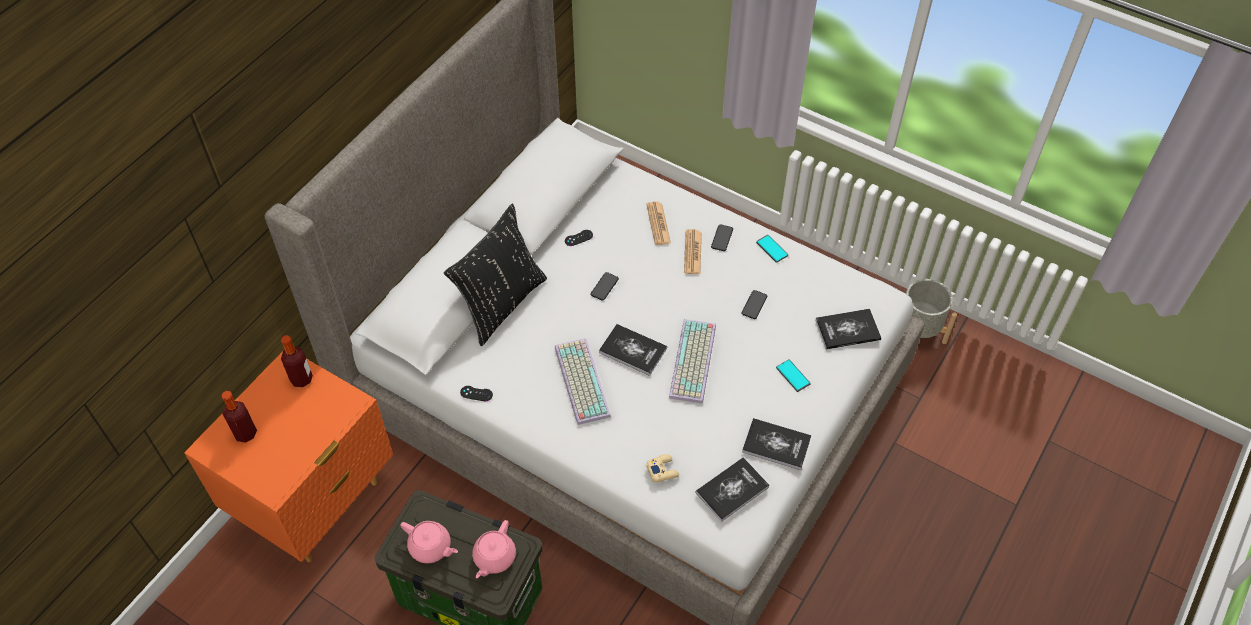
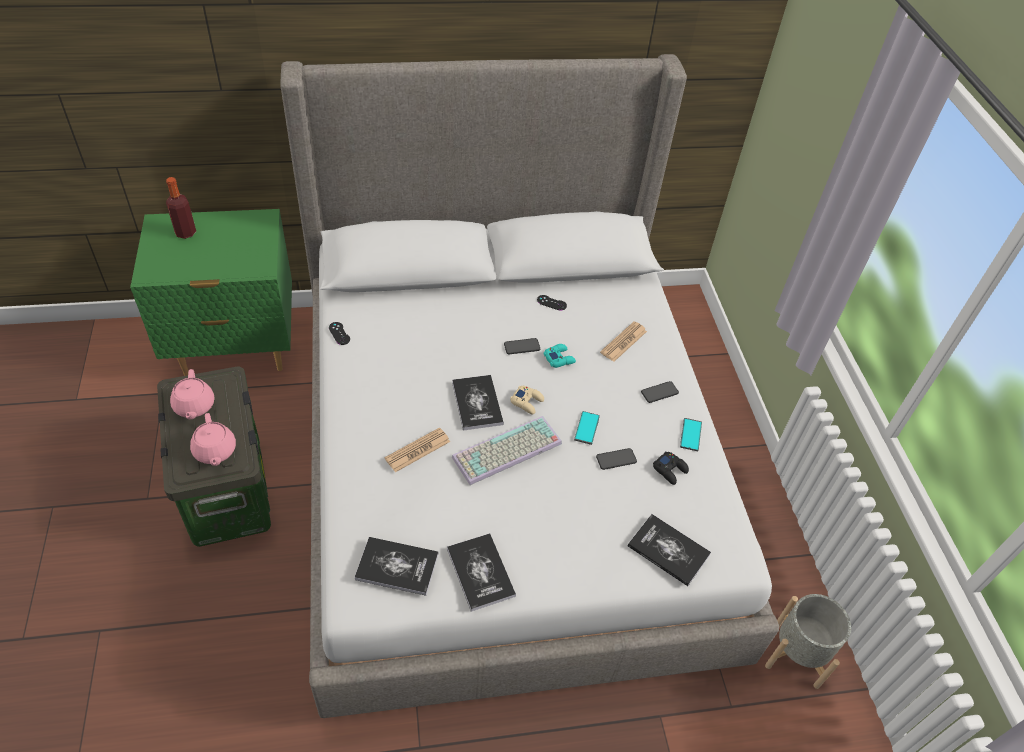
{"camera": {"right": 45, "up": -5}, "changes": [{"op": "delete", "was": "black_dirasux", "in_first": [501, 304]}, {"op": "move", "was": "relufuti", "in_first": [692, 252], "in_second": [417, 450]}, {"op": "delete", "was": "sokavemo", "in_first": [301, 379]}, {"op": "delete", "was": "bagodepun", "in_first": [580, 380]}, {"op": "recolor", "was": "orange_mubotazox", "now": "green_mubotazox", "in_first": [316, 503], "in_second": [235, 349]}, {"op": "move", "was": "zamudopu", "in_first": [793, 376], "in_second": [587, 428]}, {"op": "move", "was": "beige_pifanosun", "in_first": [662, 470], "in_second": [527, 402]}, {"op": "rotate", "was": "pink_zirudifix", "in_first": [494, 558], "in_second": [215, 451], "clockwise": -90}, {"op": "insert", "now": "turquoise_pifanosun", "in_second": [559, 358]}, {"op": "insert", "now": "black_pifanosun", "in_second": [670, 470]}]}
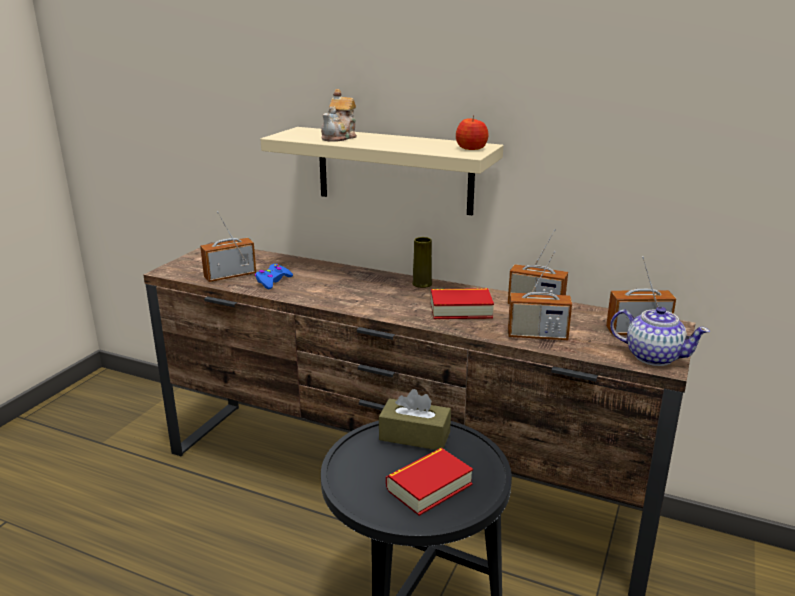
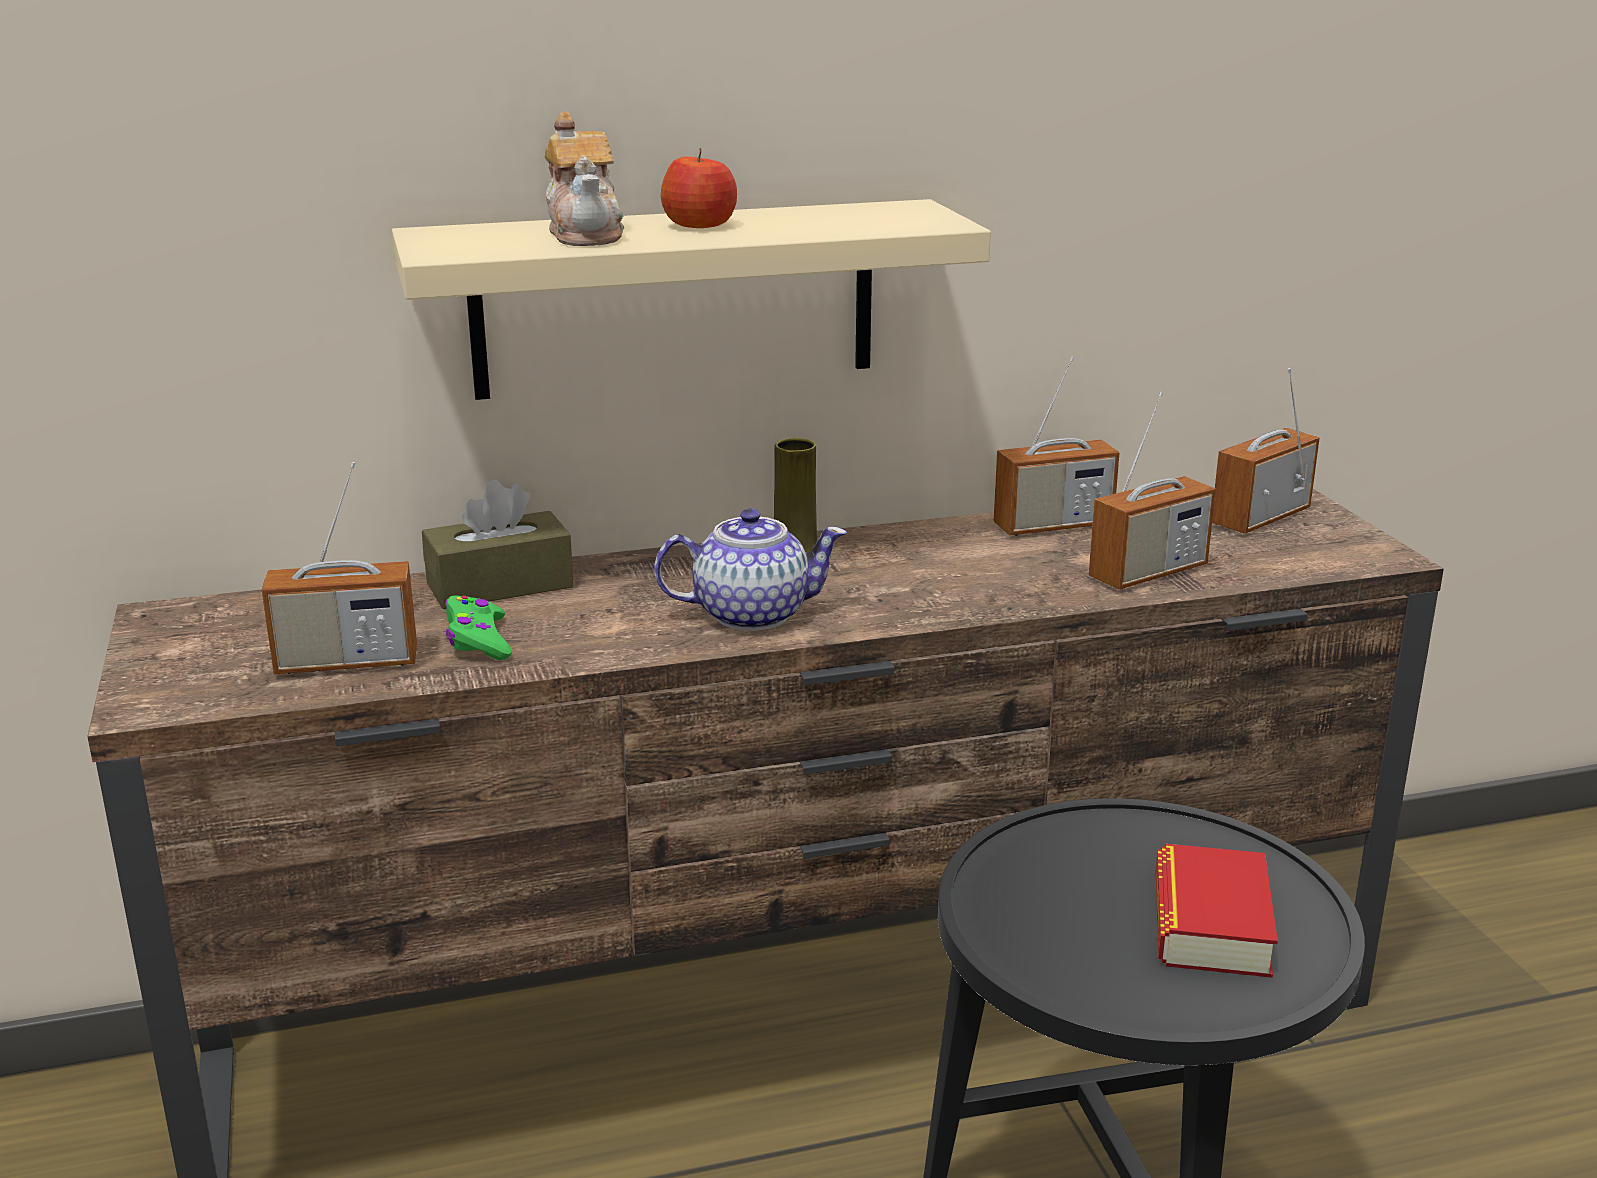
{"camera": {"right": -40, "up": 0}, "changes": [{"op": "move", "was": "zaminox", "in_first": [471, 148], "in_second": [700, 225]}, {"op": "rotate", "was": "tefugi", "in_first": [230, 276], "in_second": [347, 662], "clockwise": -120}, {"op": "recolor", "was": "blue_pifanosun", "now": "green_pifanosun", "in_first": [273, 281], "in_second": [478, 640]}, {"op": "delete", "was": "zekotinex", "in_first": [461, 310]}, {"op": "move", "was": "zirudifix", "in_first": [653, 356], "in_second": [750, 614]}, {"op": "move", "was": "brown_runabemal", "in_first": [414, 436], "in_second": [500, 585]}]}
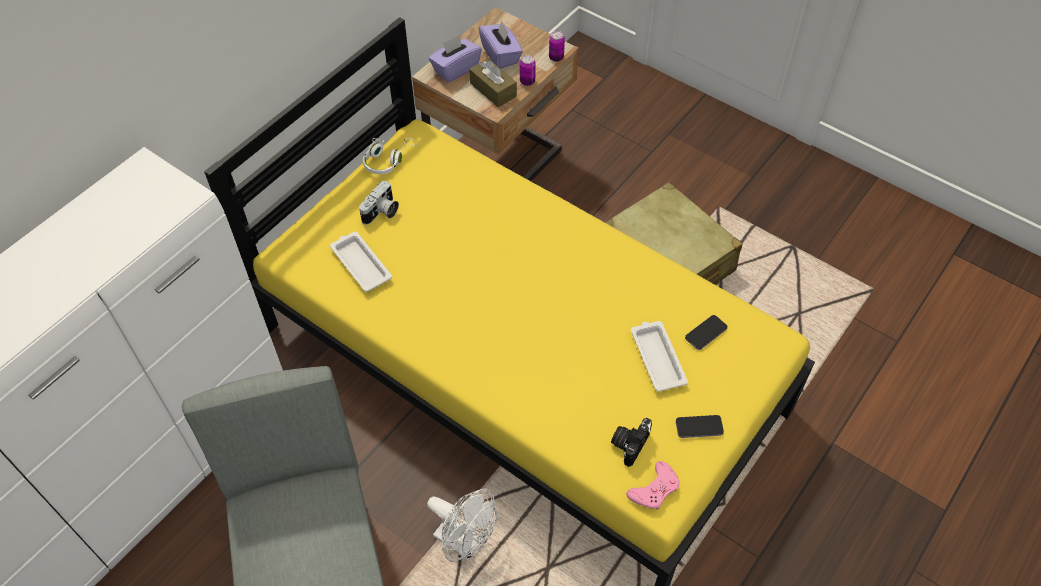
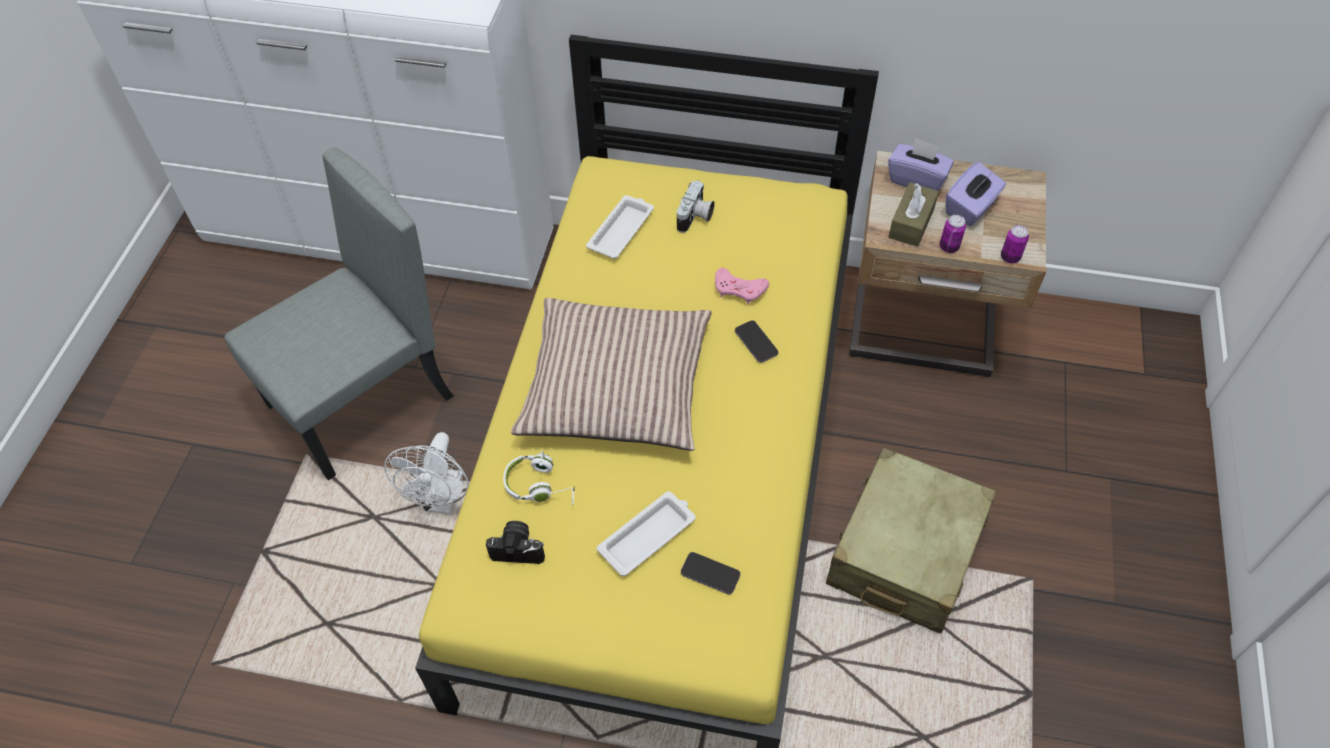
{"camera": {"right": 65, "up": 0}, "changes": [{"op": "move", "was": "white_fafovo", "in_first": [387, 160], "in_second": [540, 486]}, {"op": "rotate", "was": "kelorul", "in_first": [382, 212], "in_second": [695, 217], "clockwise": -75}, {"op": "move", "was": "zamudopu", "in_first": [699, 427], "in_second": [756, 342]}, {"op": "move", "was": "pink_pifanosun", "in_first": [654, 489], "in_second": [739, 289]}, {"op": "insert", "now": "dirasux", "in_second": [616, 386]}]}
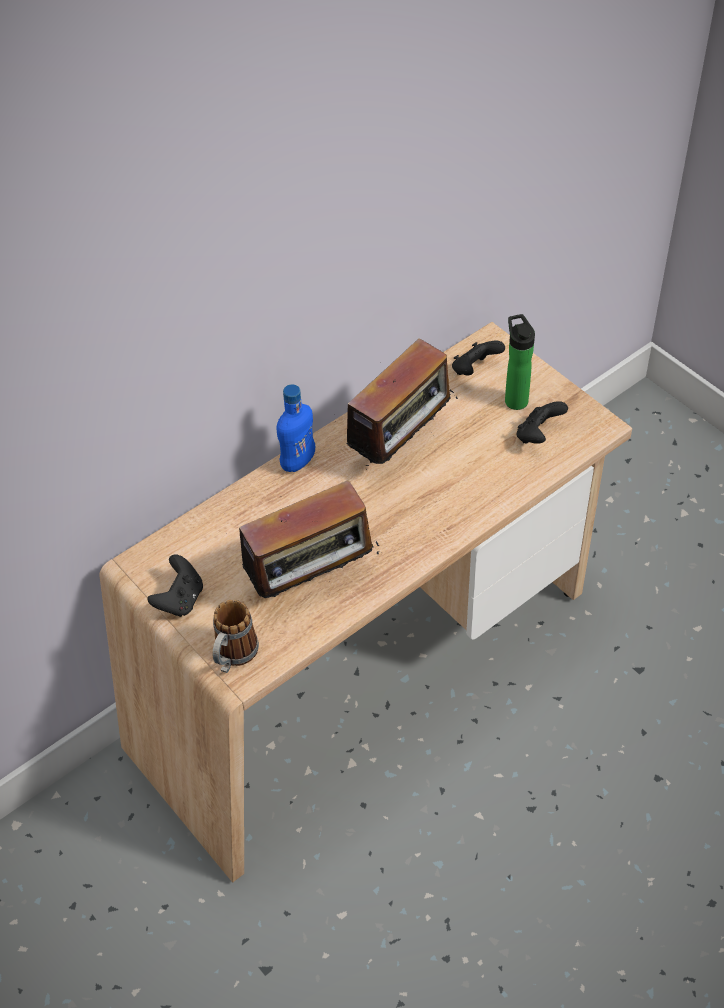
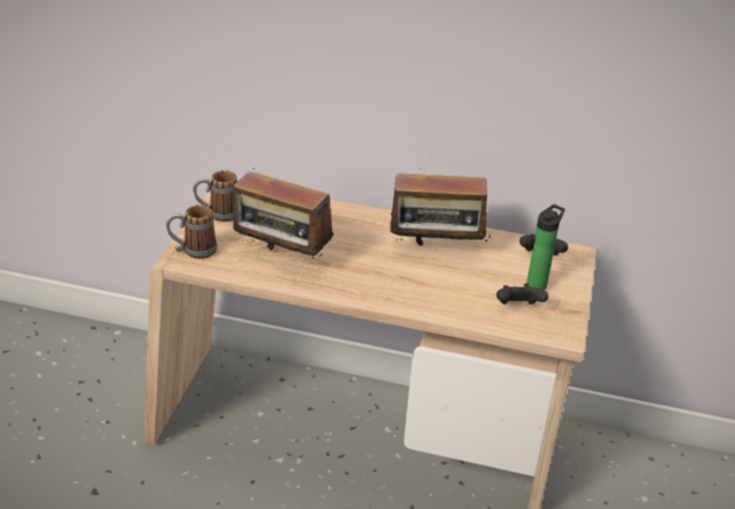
{"camera": {"right": 50, "up": -15}, "changes": [{"op": "delete", "was": "blue_sokavemo", "in_first": [298, 462]}, {"op": "replace", "was": "black_pifanosun", "now": "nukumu", "in_first": [180, 599], "in_second": [217, 214]}]}
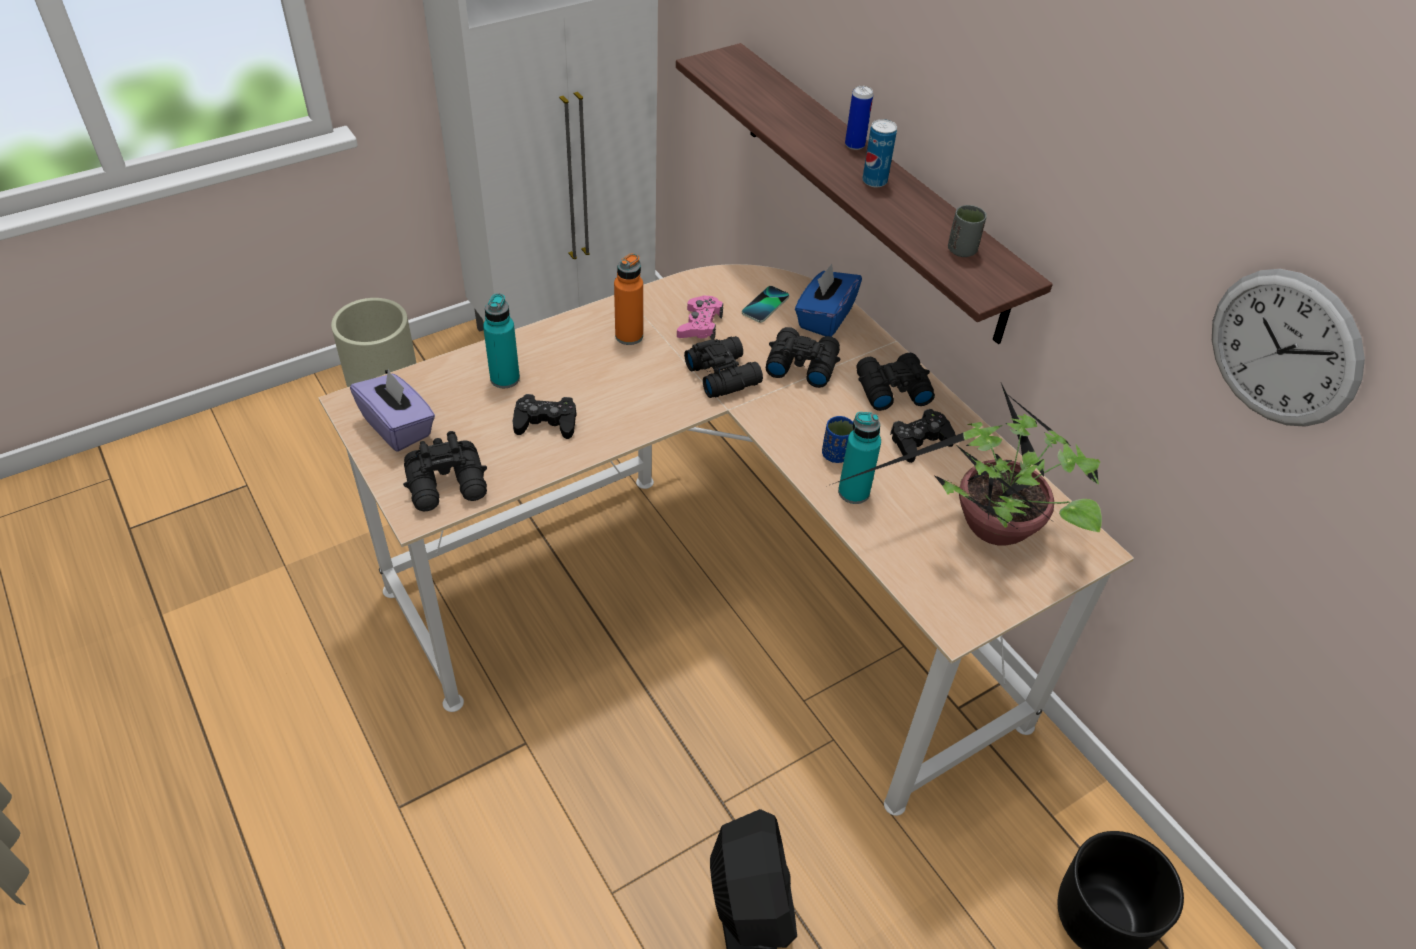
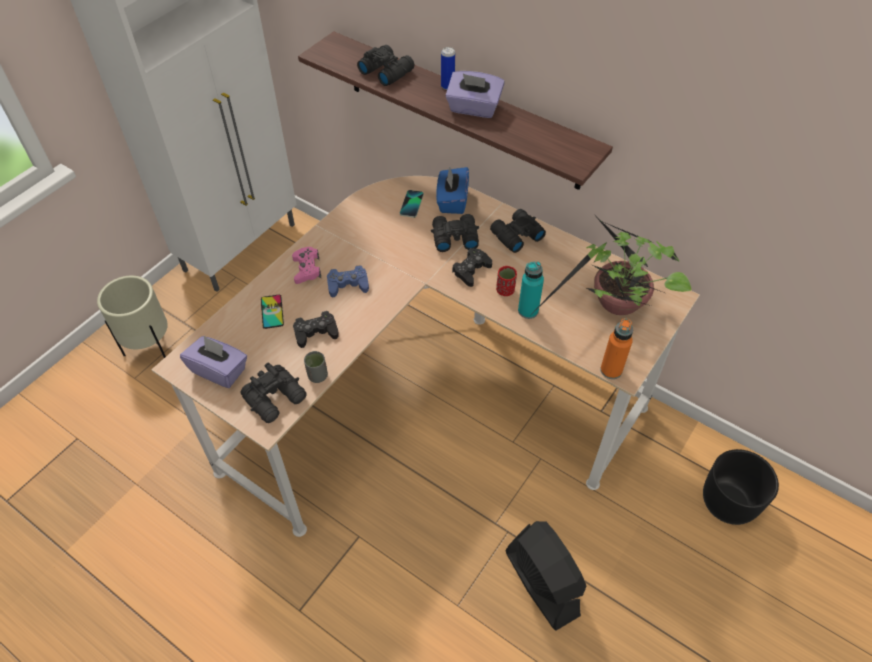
{"camera": {"right": -20, "up": 5}, "changes": [{"op": "replace", "was": "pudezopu", "now": "purple_runabemal", "in_first": [874, 181], "in_second": [473, 108]}, {"op": "move", "was": "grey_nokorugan", "in_first": [961, 250], "in_second": [317, 376]}, {"op": "move", "was": "orange_sokavemo", "in_first": [629, 336], "in_second": [611, 370]}, {"op": "delete", "was": "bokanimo", "in_first": [1284, 348]}, {"op": "replace", "was": "turquoise_sokavemo", "now": "zamudopu", "in_first": [505, 378], "in_second": [272, 312]}, {"op": "move", "was": "pink_pifanosun", "in_first": [700, 325], "in_second": [307, 269]}, {"op": "move", "was": "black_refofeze", "in_first": [723, 374], "in_second": [386, 71]}, {"op": "move", "was": "black_pifanosun", "in_first": [920, 441], "in_second": [471, 270]}, {"op": "recolor", "was": "blue_nokorugan", "now": "red_nokorugan", "in_first": [835, 455], "in_second": [505, 290]}, {"op": "insert", "now": "blue_pifanosun", "in_second": [348, 285]}]}
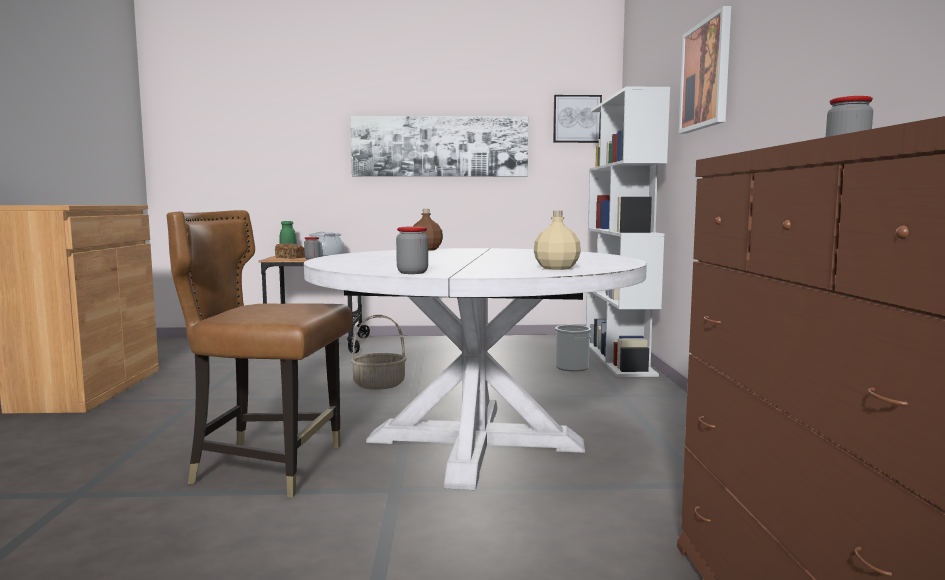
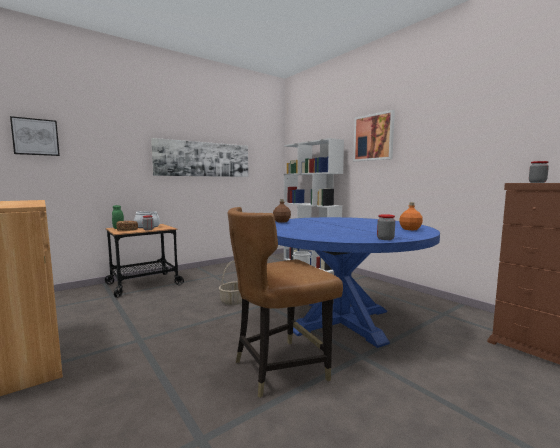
{"camera": {"right": -35, "up": 0}, "changes": [{"op": "move", "was": "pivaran", "in_first": [576, 119], "in_second": [35, 137]}, {"op": "recolor", "was": "beige_sokavemo", "now": "orange_sokavemo", "in_first": [556, 268], "in_second": [410, 229]}, {"op": "recolor", "was": "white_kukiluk", "now": "blue_kukiluk", "in_first": [474, 442], "in_second": [341, 320]}]}
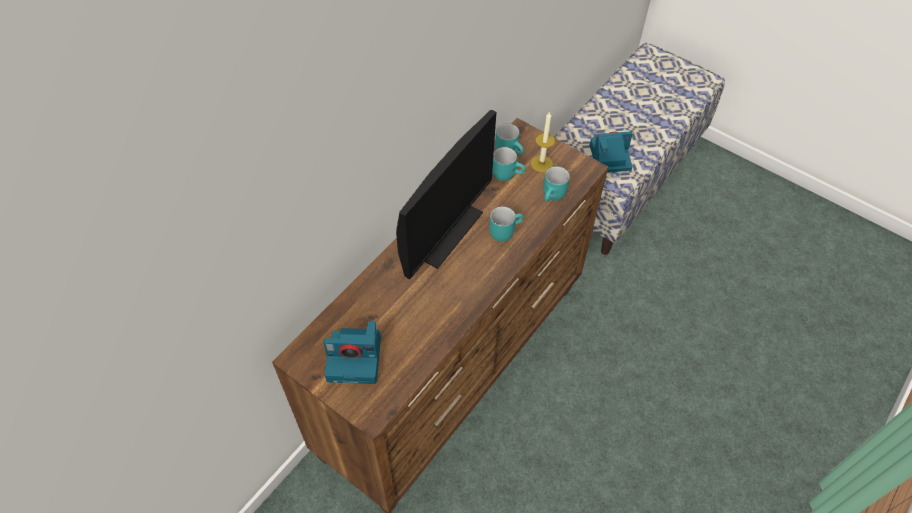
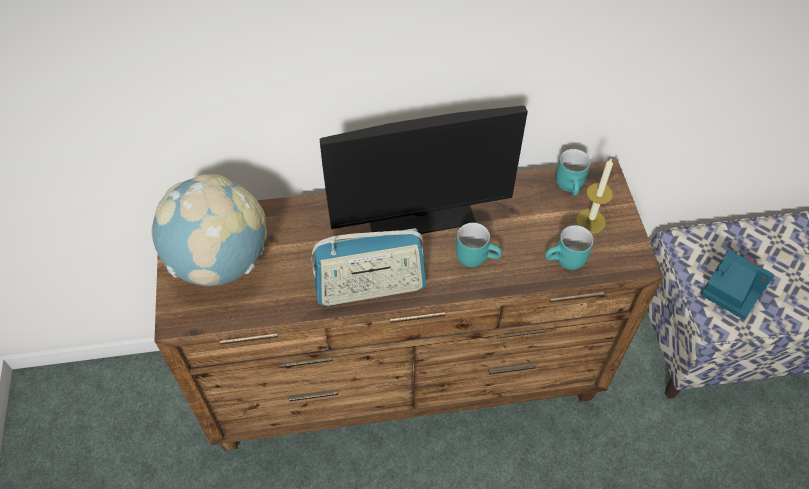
{"camera": {"right": 45, "up": 0}, "changes": [{"op": "delete", "was": "turquoise_nukumu", "in_first": [507, 173]}, {"op": "replace", "was": "kelorul", "now": "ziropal", "in_first": [356, 358], "in_second": [220, 262]}, {"op": "insert", "now": "tefugi", "in_second": [370, 287]}]}
